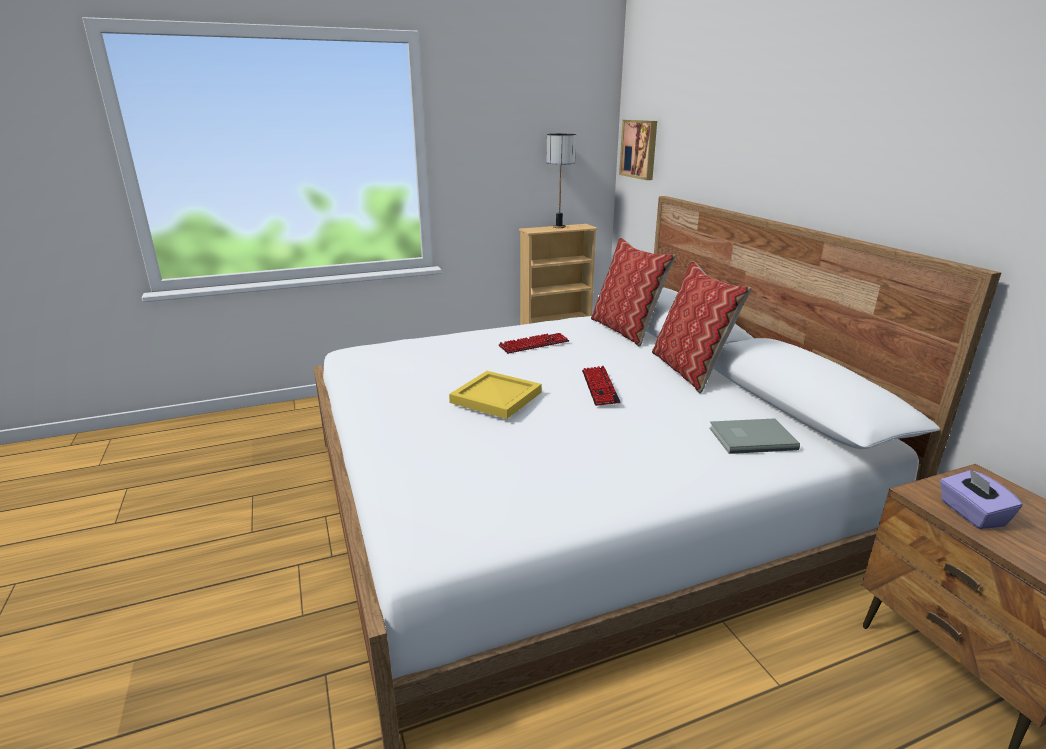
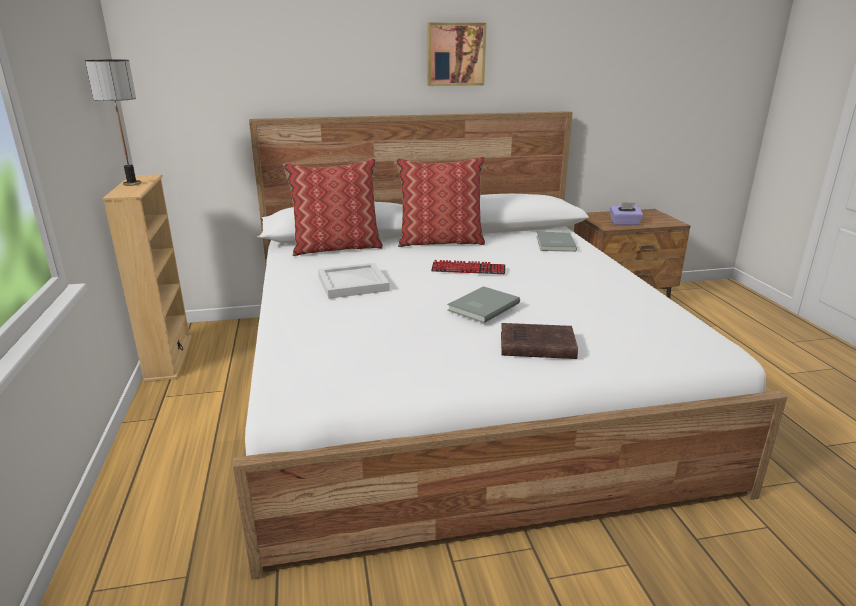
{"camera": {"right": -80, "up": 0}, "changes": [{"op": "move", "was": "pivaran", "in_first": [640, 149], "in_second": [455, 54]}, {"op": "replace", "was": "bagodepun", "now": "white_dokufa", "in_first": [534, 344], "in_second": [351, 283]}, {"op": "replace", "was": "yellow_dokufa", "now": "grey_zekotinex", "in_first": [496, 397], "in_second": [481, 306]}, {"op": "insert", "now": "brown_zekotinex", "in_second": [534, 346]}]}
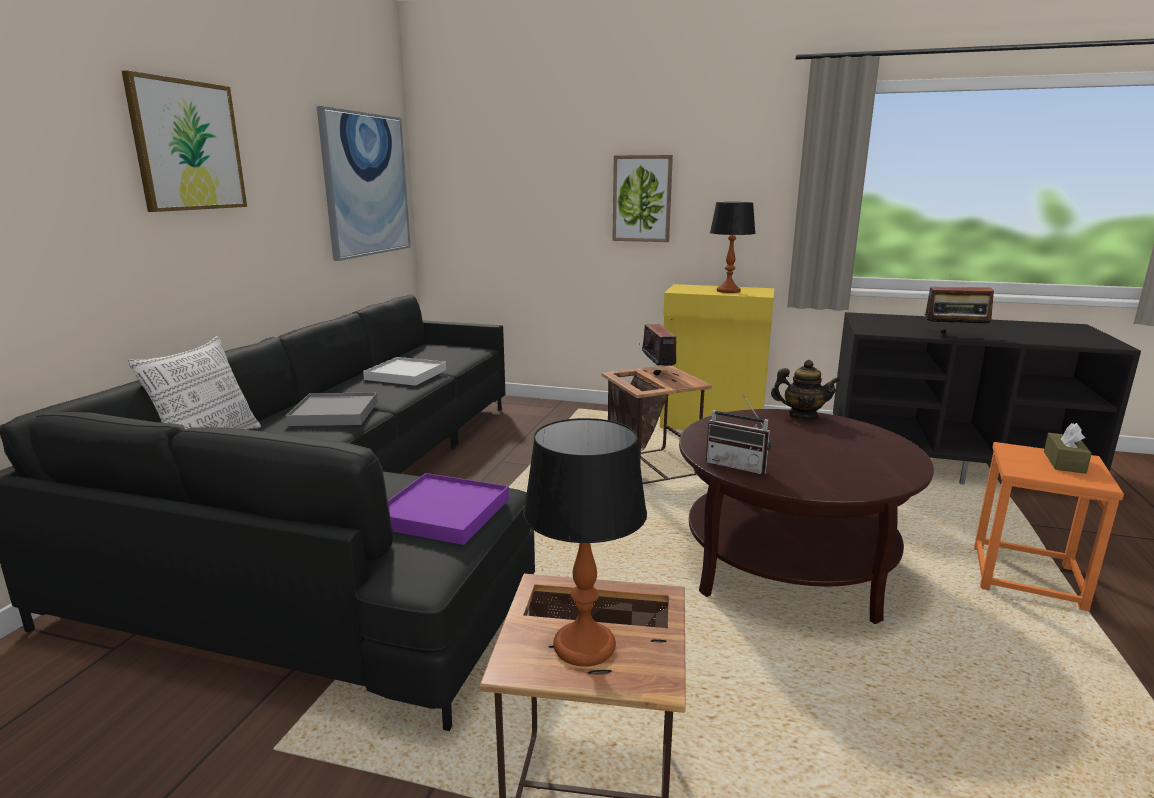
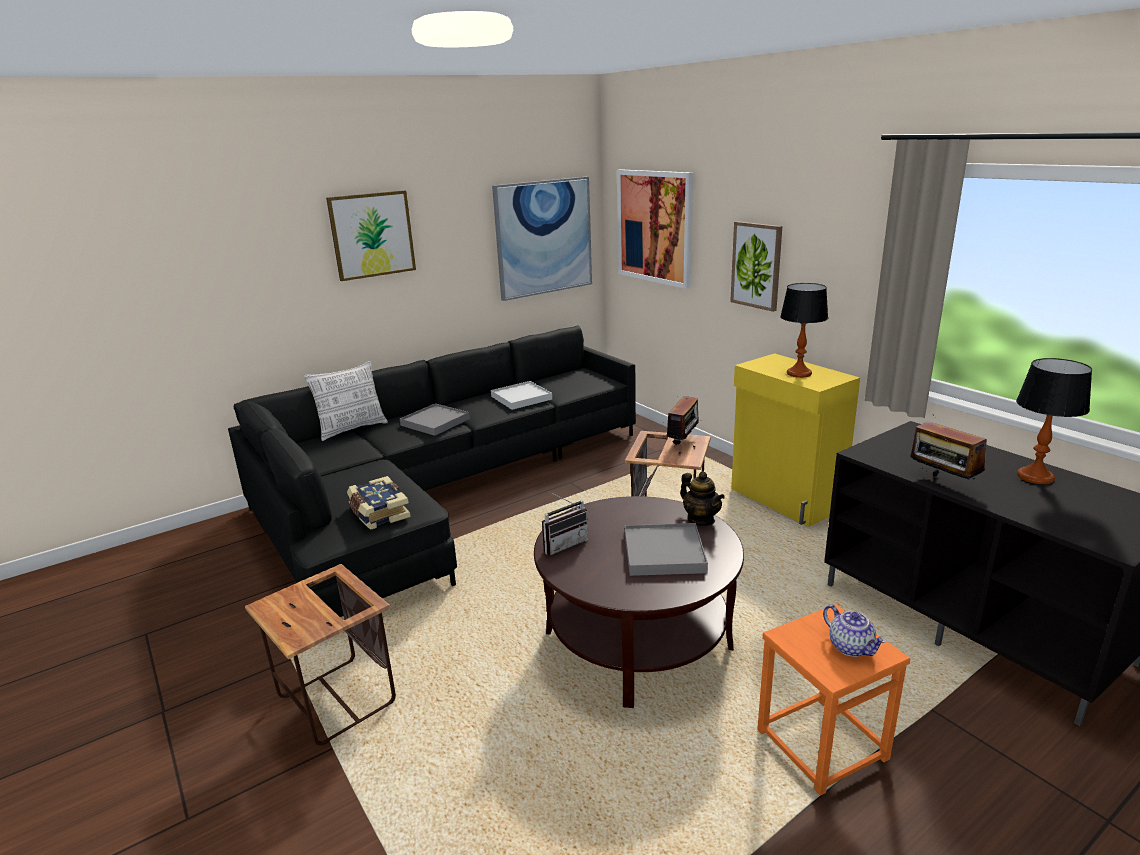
{"camera": {"right": 40, "up": 5}, "changes": [{"op": "rotate", "was": "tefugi", "in_first": [738, 465], "in_second": [563, 544], "clockwise": -105}, {"op": "move", "was": "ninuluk", "in_first": [583, 645], "in_second": [1035, 476]}, {"op": "replace", "was": "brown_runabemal", "now": "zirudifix", "in_first": [1064, 462], "in_second": [851, 647]}, {"op": "replace", "was": "purple_dokufa", "now": "zekotinex", "in_first": [443, 512], "in_second": [378, 513]}, {"op": "insert", "now": "pivaran", "in_second": [654, 227]}, {"op": "insert", "now": "grey_dokufa", "in_second": [664, 553]}]}
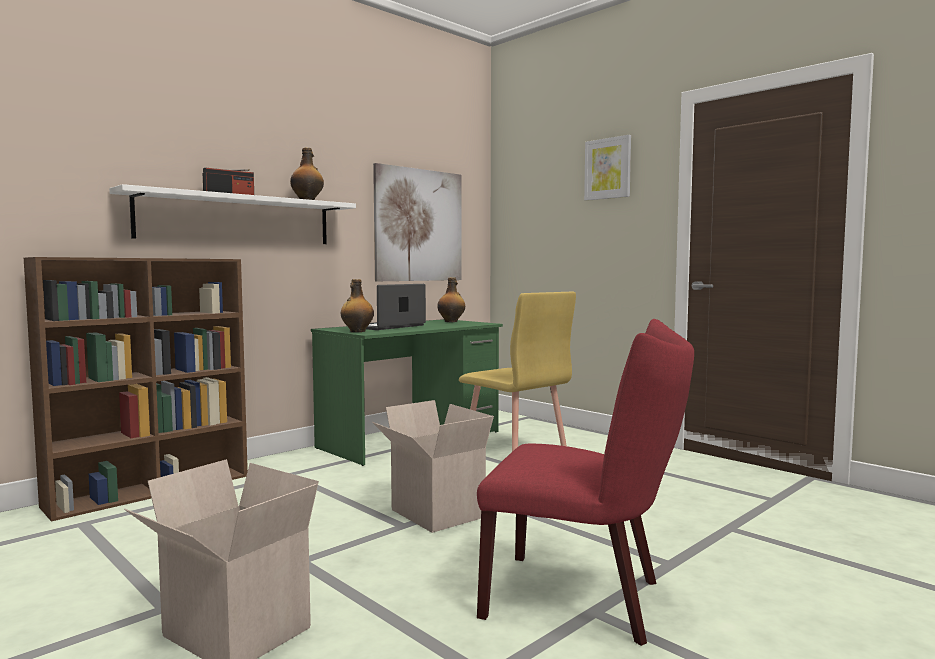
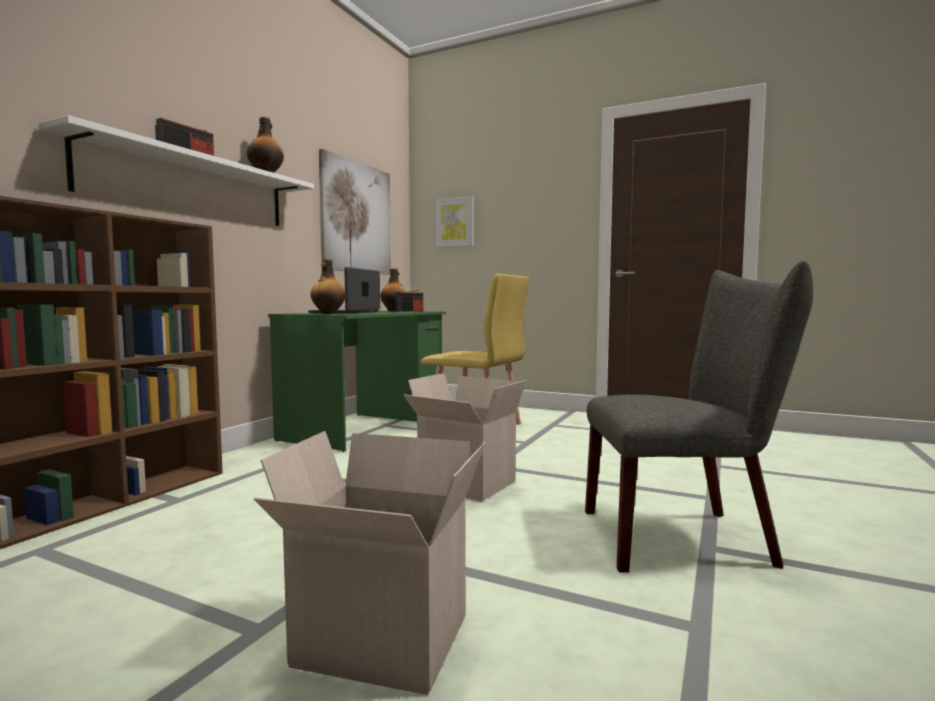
{"camera": {"right": -20, "up": 0}, "changes": [{"op": "move", "was": "pivaran", "in_first": [608, 168], "in_second": [454, 222]}, {"op": "recolor", "was": "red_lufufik", "now": "grey_lufufik", "in_first": [585, 599], "in_second": [687, 537]}, {"op": "insert", "now": "tefugi", "in_second": [409, 311]}]}
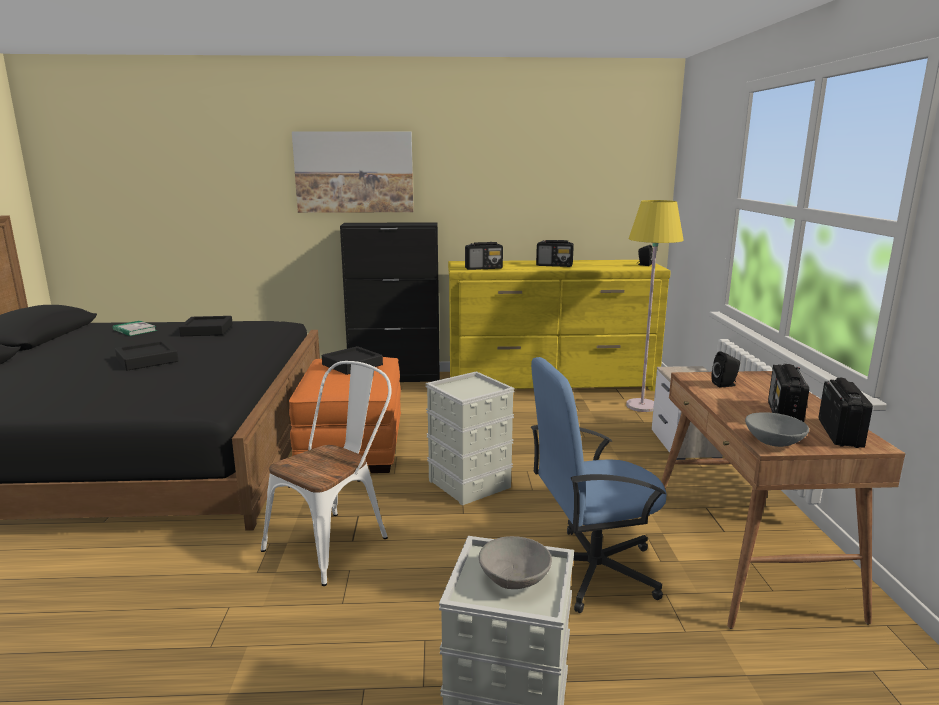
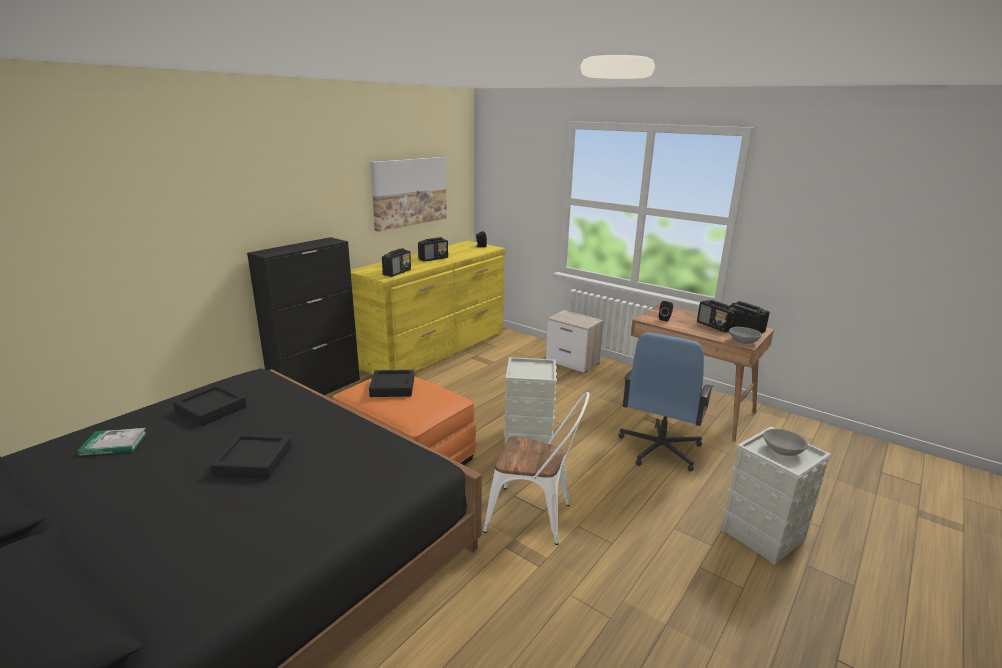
{"camera": {"right": -50, "up": 5}, "changes": [{"op": "move", "was": "pivaran", "in_first": [354, 172], "in_second": [409, 192]}, {"op": "delete", "was": "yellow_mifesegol", "in_first": [642, 406]}, {"op": "rotate", "was": "white_lufufik", "in_first": [335, 541], "in_second": [536, 517], "clockwise": 120}]}
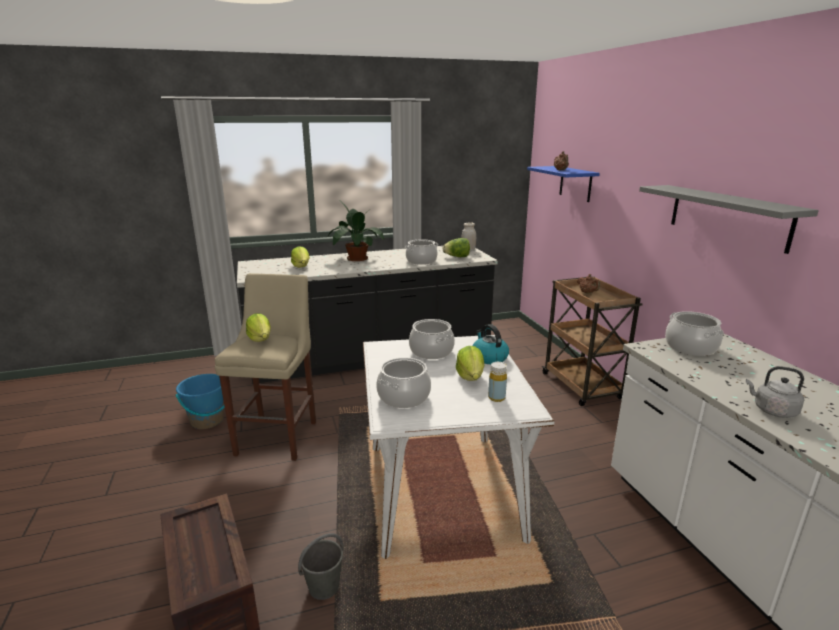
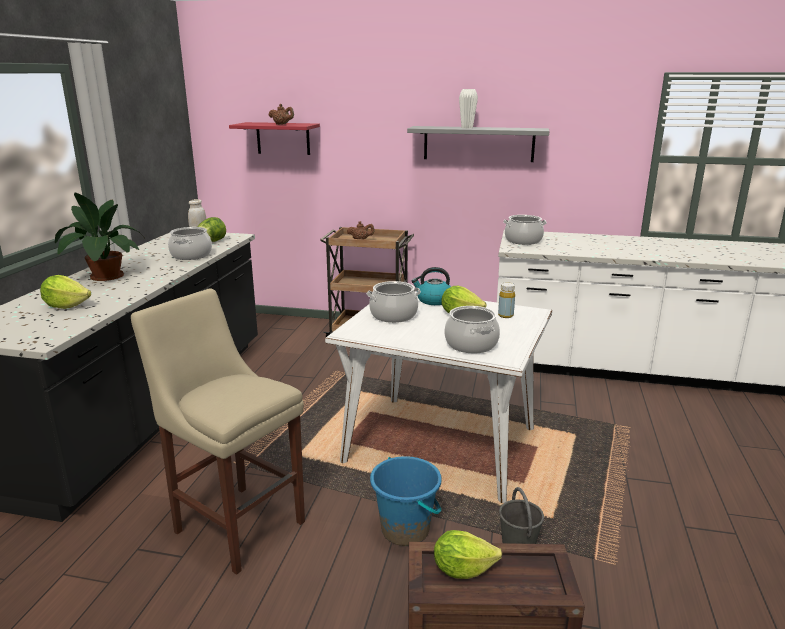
{"camera": {"right": -60, "up": 0}, "changes": [{"op": "recolor", "was": "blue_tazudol", "now": "red_tazudol", "in_first": [575, 183], "in_second": [283, 138]}, {"op": "move", "was": "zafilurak", "in_first": [260, 339], "in_second": [462, 569]}, {"op": "delete", "was": "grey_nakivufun", "in_first": [772, 410]}, {"op": "move", "was": "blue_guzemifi", "in_first": [207, 421], "in_second": [405, 530]}, {"op": "insert", "now": "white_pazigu", "in_second": [467, 128]}]}
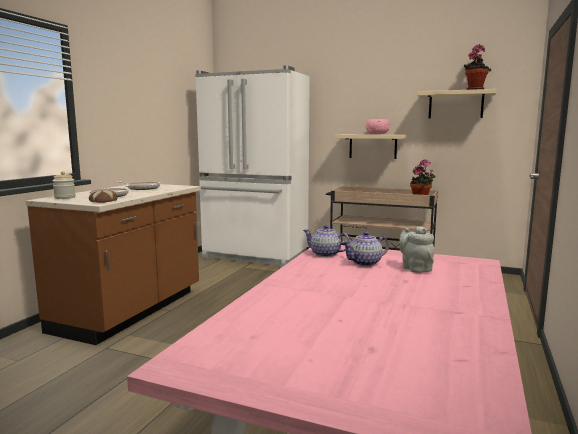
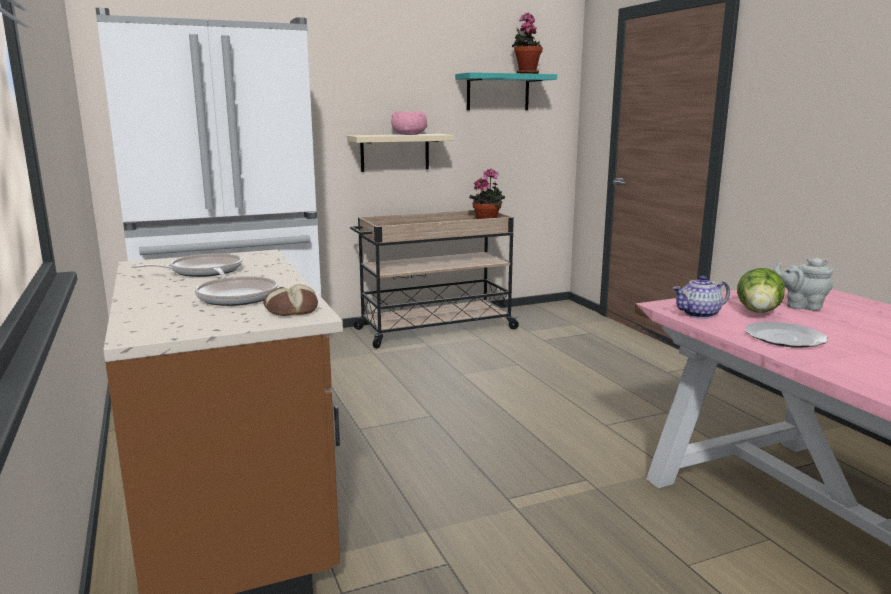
{"camera": {"right": -45, "up": 5}, "changes": [{"op": "recolor", "was": "beige_tazudol", "now": "turquoise_tazudol", "in_first": [455, 105], "in_second": [498, 92]}, {"op": "delete", "was": "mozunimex", "in_first": [65, 197]}, {"op": "replace", "was": "zirudifix", "now": "zafilurak", "in_first": [365, 263], "in_second": [758, 313]}, {"op": "insert", "now": "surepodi", "in_second": [783, 338]}]}
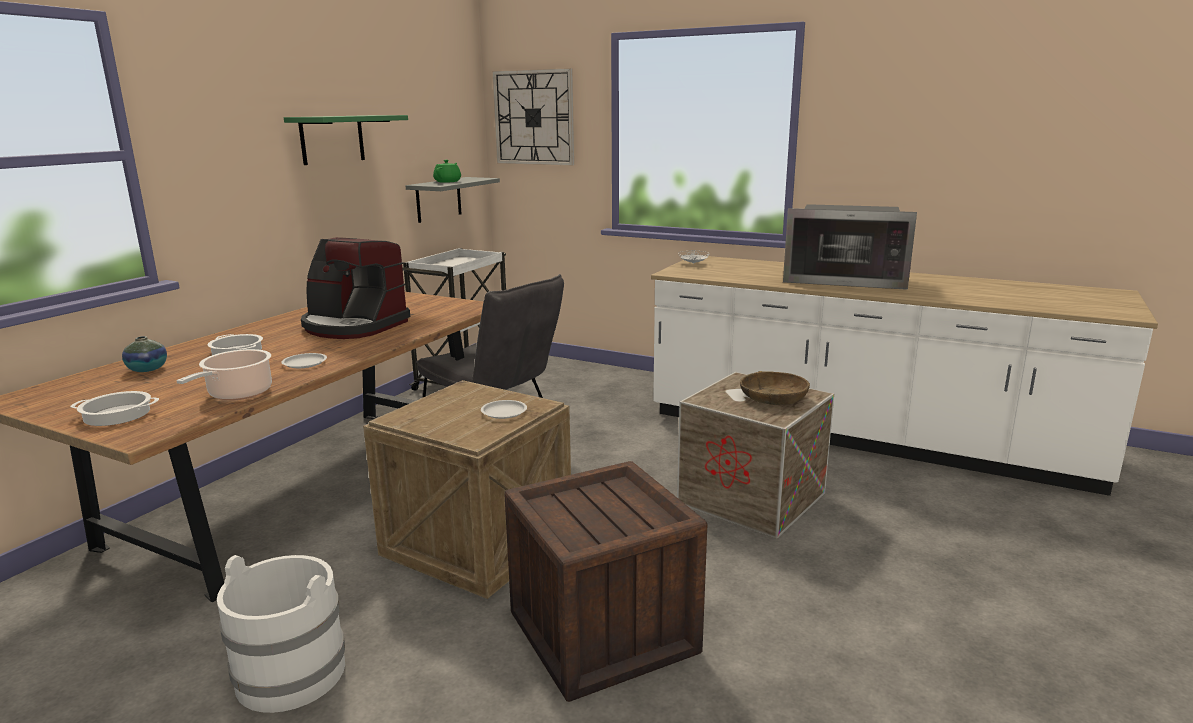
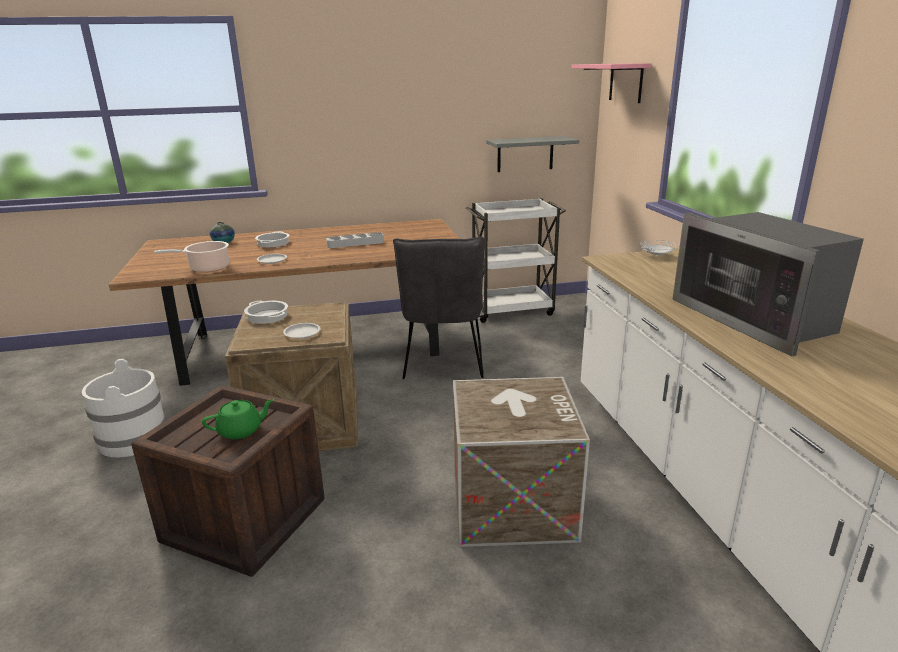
{"camera": {"right": 50, "up": 5}, "changes": [{"op": "replace", "was": "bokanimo", "now": "pink_tazudol", "in_first": [534, 117], "in_second": [626, 82]}, {"op": "delete", "was": "green_tazudol", "in_first": [332, 139]}, {"op": "move", "was": "green_zirudifix", "in_first": [448, 181], "in_second": [241, 431]}, {"op": "replace", "was": "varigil", "now": "grey_dokufa", "in_first": [353, 326], "in_second": [355, 243]}, {"op": "delete", "was": "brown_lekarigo", "in_first": [773, 398]}, {"op": "move", "was": "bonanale", "in_first": [116, 415], "in_second": [267, 316]}]}
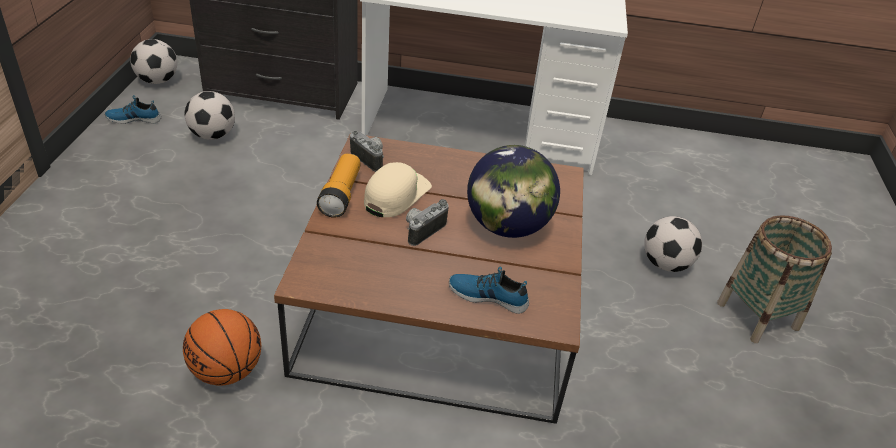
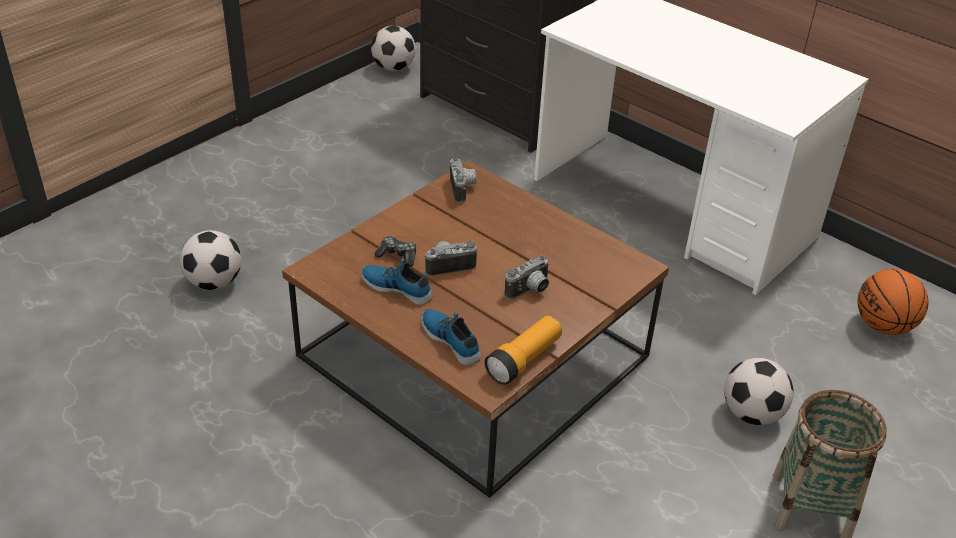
{"camera": {"right": 35, "up": 0}, "changes": [{"op": "move", "was": "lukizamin", "in_first": [212, 135], "in_second": [214, 282]}, {"op": "move", "was": "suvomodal", "in_first": [134, 118], "in_second": [397, 287]}, {"op": "replace", "was": "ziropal", "now": "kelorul", "in_first": [507, 226], "in_second": [530, 291]}, {"op": "move", "was": "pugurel", "in_first": [341, 195], "in_second": [524, 360]}, {"op": "delete", "was": "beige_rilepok", "in_first": [396, 195]}, {"op": "move", "was": "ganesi", "in_first": [227, 371], "in_second": [883, 326]}, {"op": "insert", "now": "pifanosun", "in_second": [397, 256]}]}
